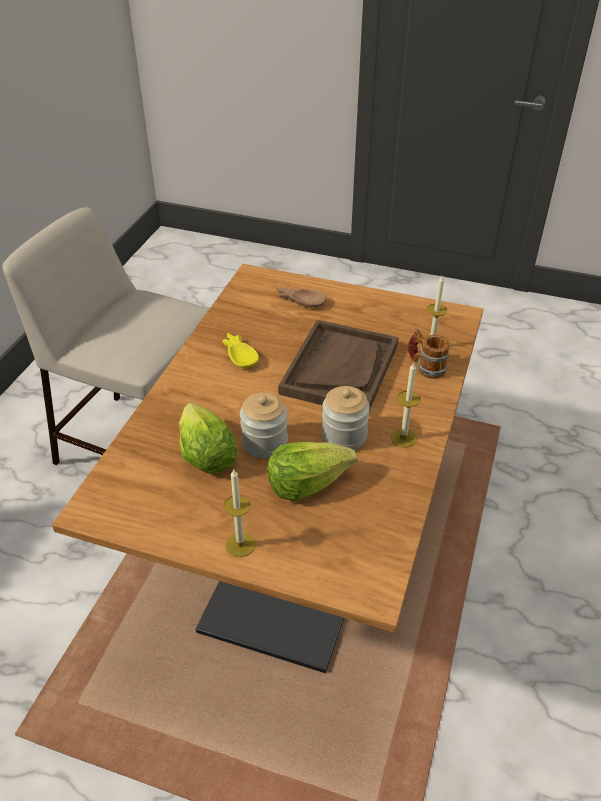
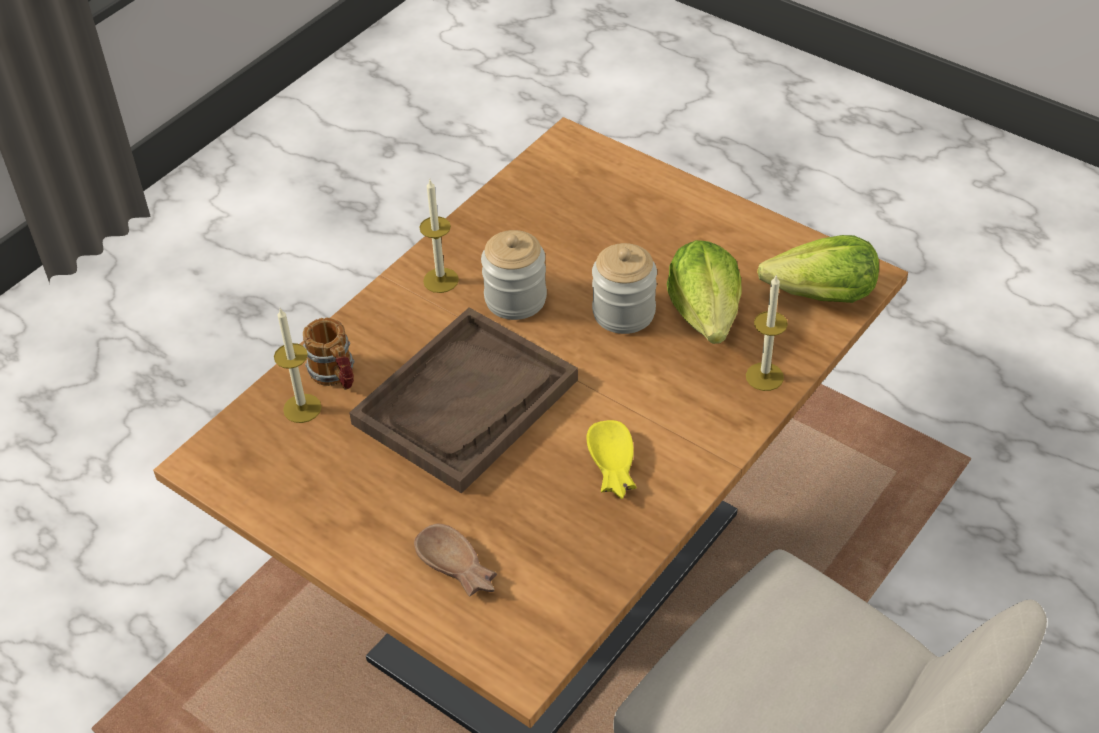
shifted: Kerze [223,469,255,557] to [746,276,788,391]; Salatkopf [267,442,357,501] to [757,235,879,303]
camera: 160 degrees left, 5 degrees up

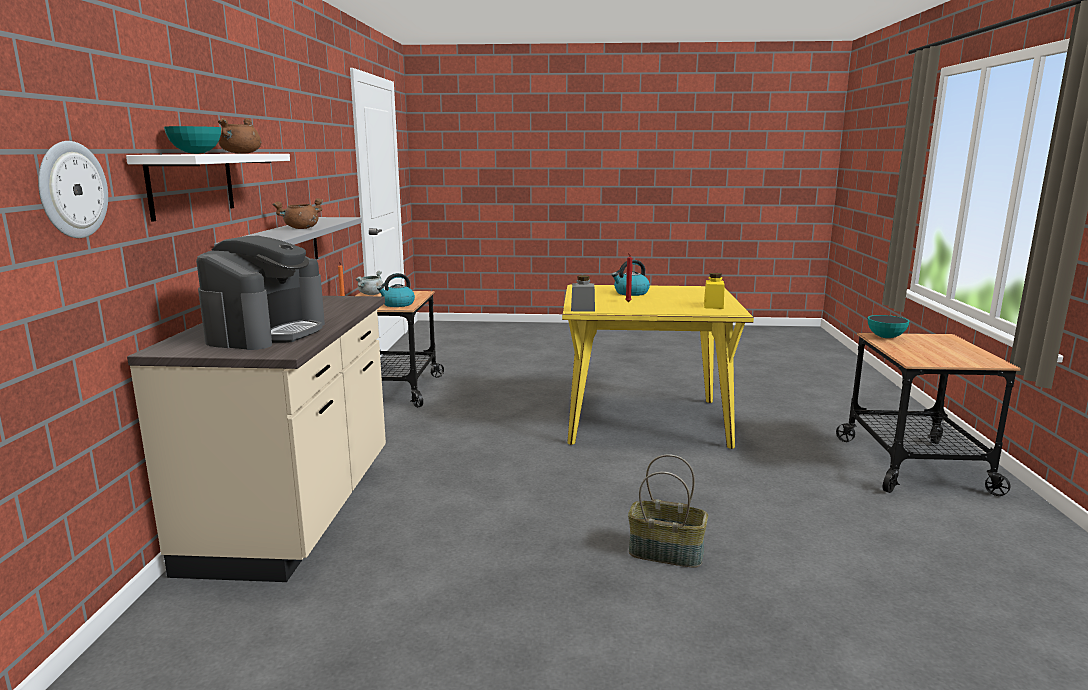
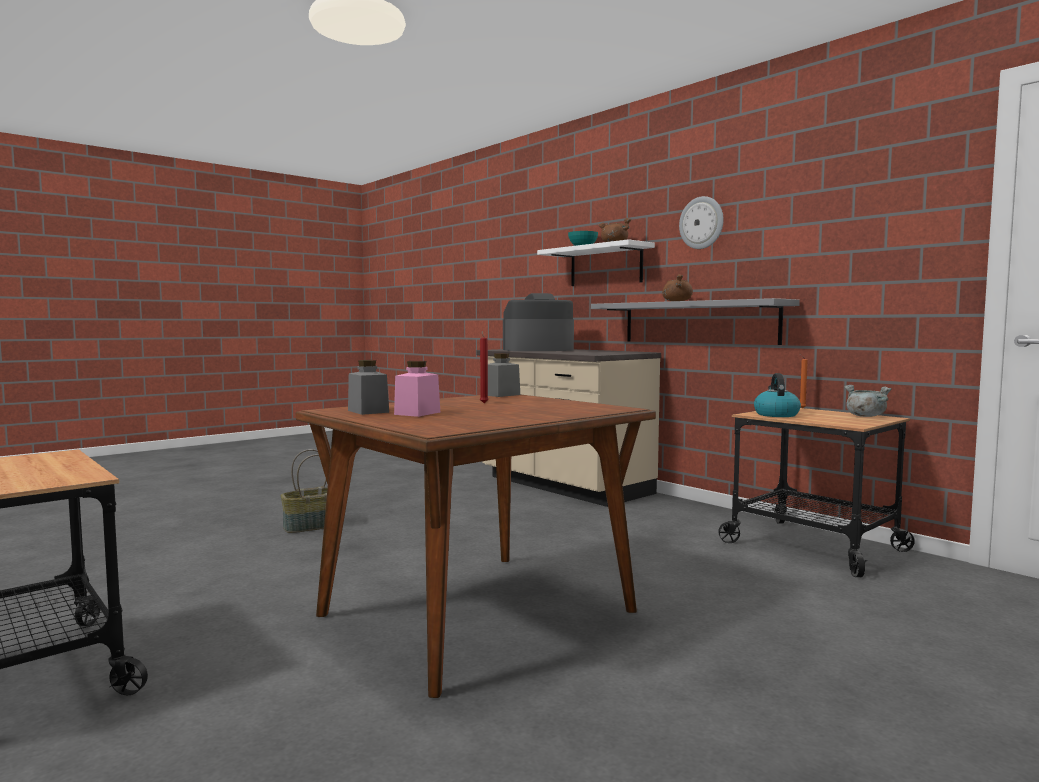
gone: Wasserkessel [612,260,650,296]; Schüssel [868,315,910,338]
new: Vorratsglas [rosa] [394,361,440,417]
shifted: Wanduhr [38,141,108,238] to [679,196,724,249]
repainted: Esstisch [gelb] [562,285,754,449] to Esstisch [braun] [296,394,656,698]; Vorratsglas [gelb] [704,273,725,309] to Vorratsglas [grau] [348,360,389,415]
rotated: Kaffeemaschine [196,235,325,350] = [503,293,574,351] 105 degrees clockwise
camera: 135 degrees right, 10 degrees down

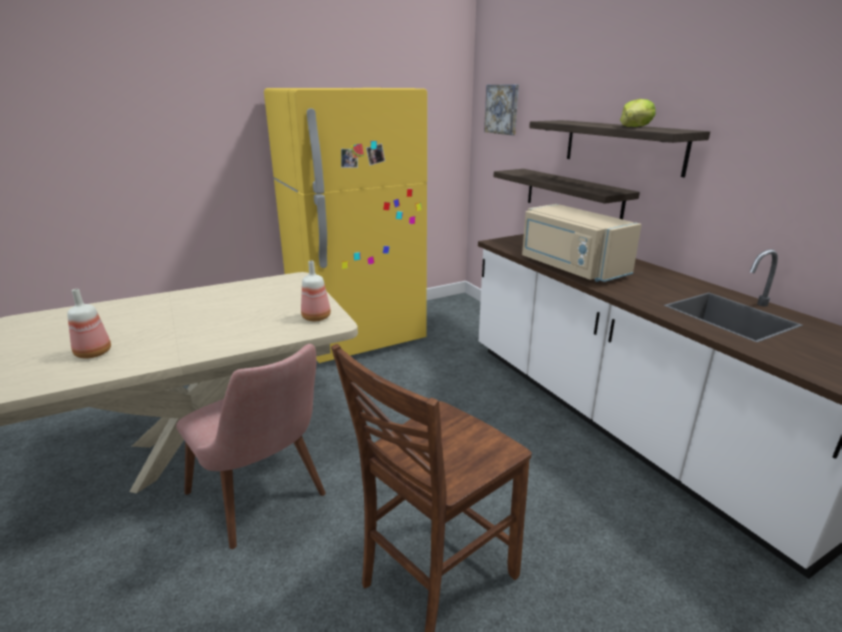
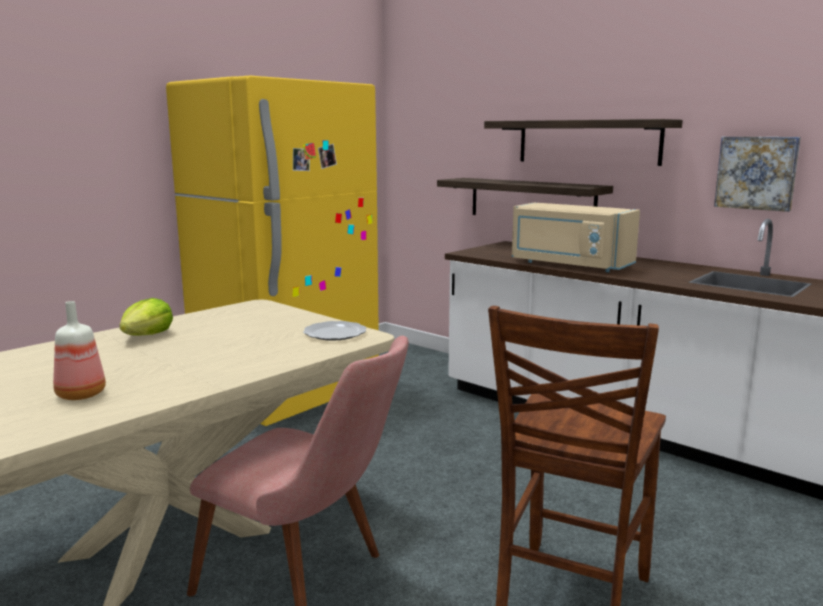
shifted: Bild [484,85,519,135] to [714,137,801,212]; Salatkopf [620,99,655,127] to [119,298,173,335]
swapped: Flasche [301,261,331,321] to Teller [303,321,366,341]
camera: 20 degrees left, 10 degrees down

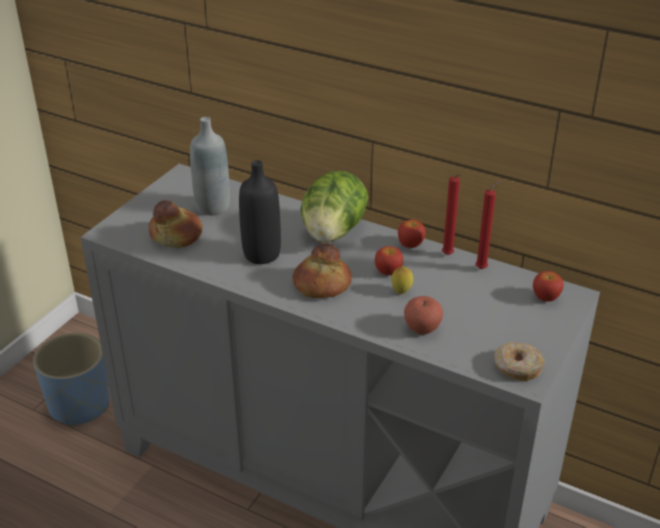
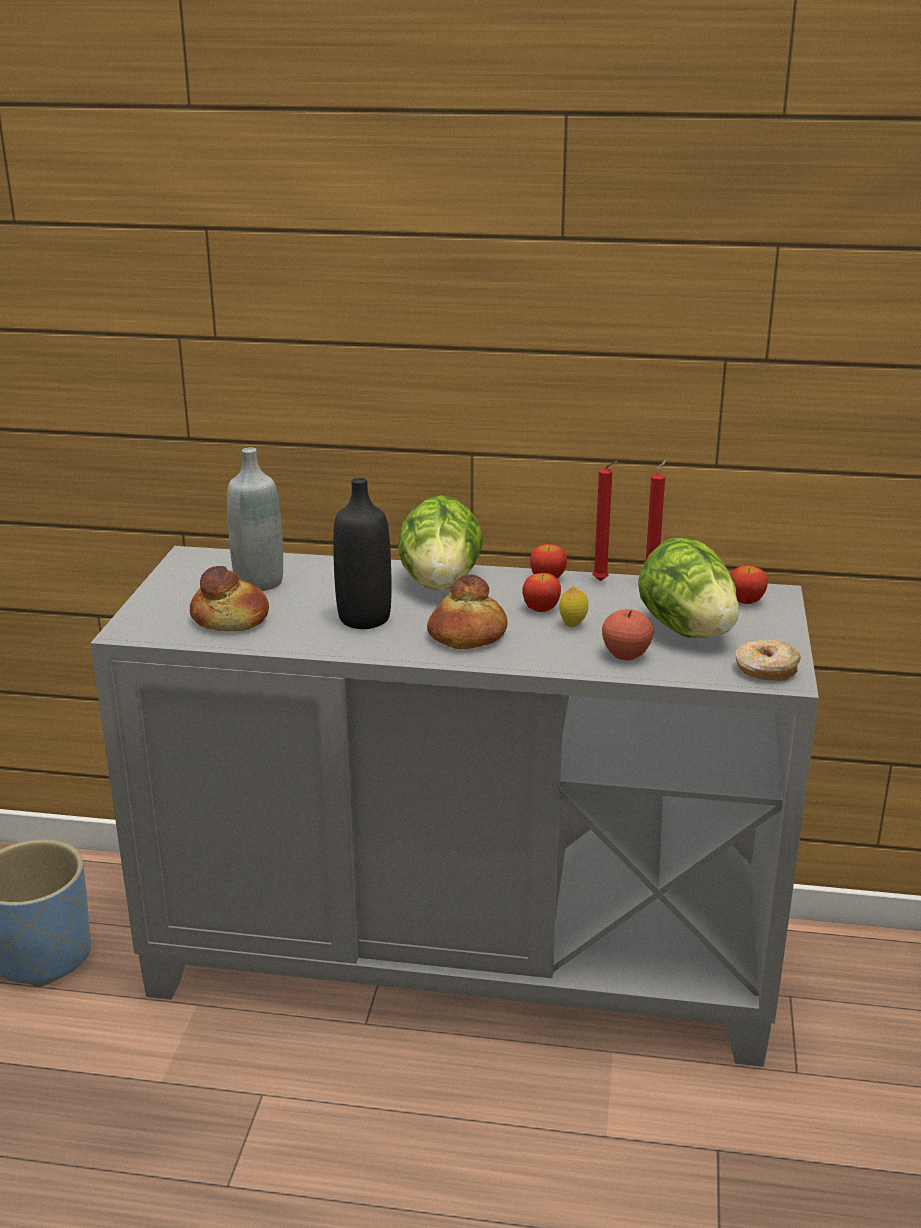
new: Salatkopf [638,538,739,638]
camera: 20 degrees left, 10 degrees down

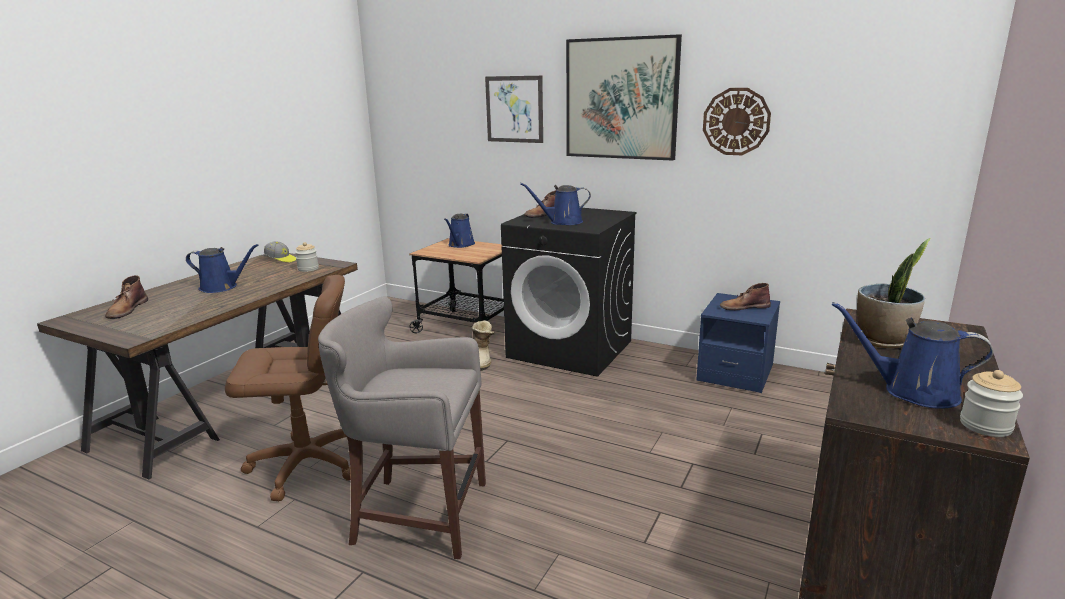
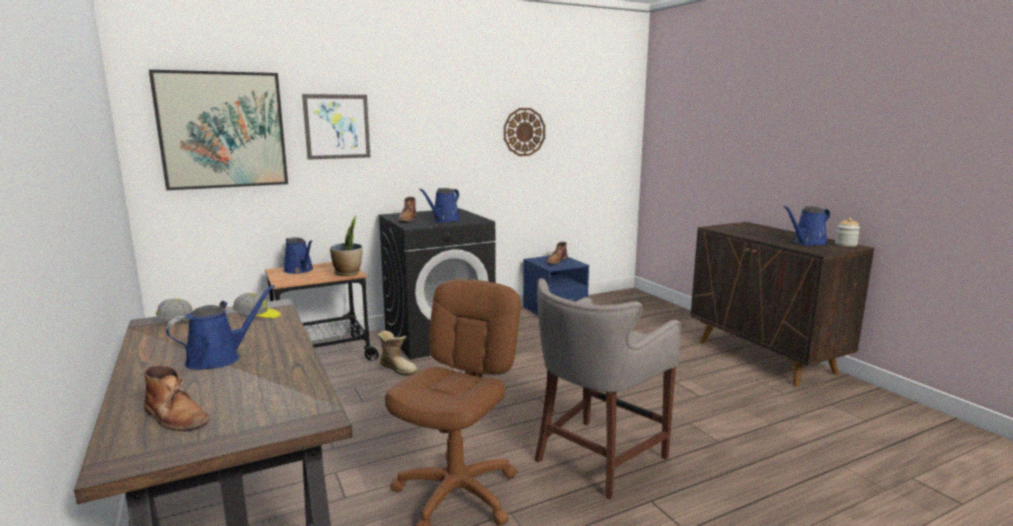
shifted: Bild [566,34,682,161] to [149,70,288,190]; Topfpflanze [857,238,931,349] to [330,215,362,276]
swapped: Vorratsglas [295,242,319,272] to Kappe [233,293,280,318]
camera: 55 degrees left, 5 degrees down

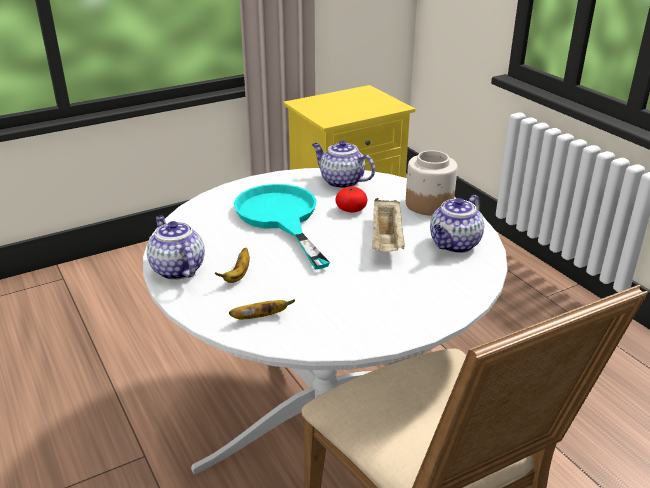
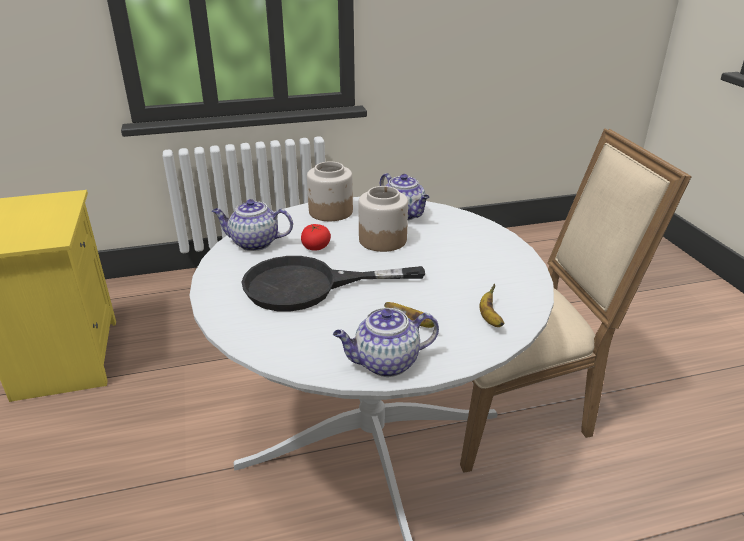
swapped: Tablett [beige] [372,198,405,252] to Vorratsglas [358,186,408,252]
repainted: Pfanne [türkis] [234,184,330,269] to Pfanne [schwarz] [241,256,425,312]
rotated: Teekanne [312,140,375,189] = [212,199,293,251] 45 degrees clockwise
camera: 75 degrees left, 0 degrees up

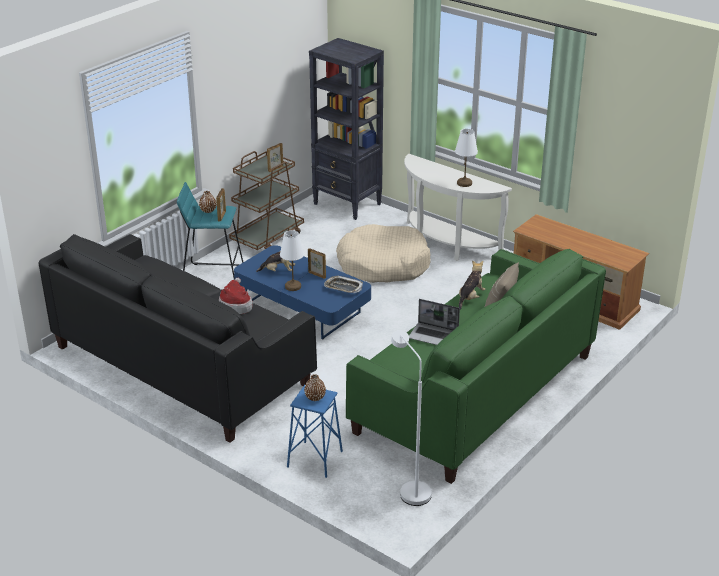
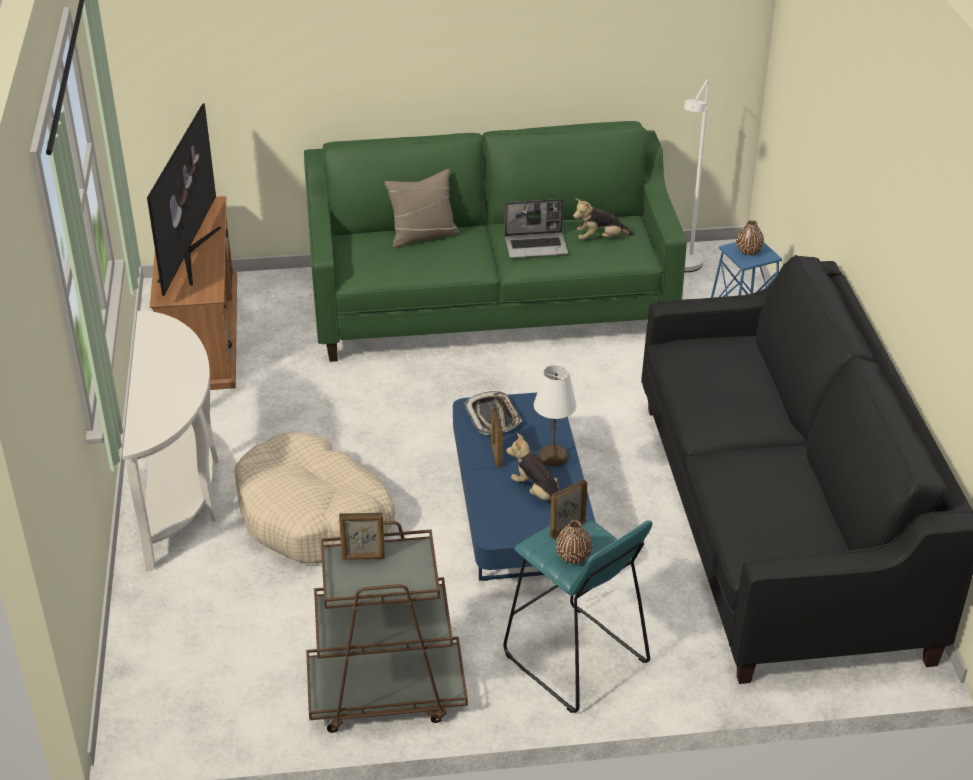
gone: Hut [219,278,253,314]; Bücherregal [schwarz] [309,38,384,220]; Tischlampe [weiß] [455,129,478,187]
new: Fernseher [147,103,221,296]
shifted: Plüschtier [459,260,485,310] to [573,198,634,240]
rotated: Laptop [409,299,460,345] = [504,199,569,258] 105 degrees clockwise
camera: 135 degrees left, 5 degrees up

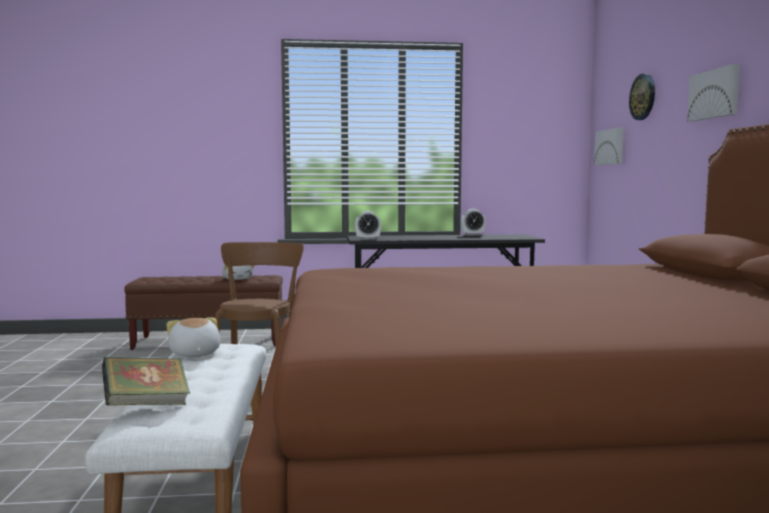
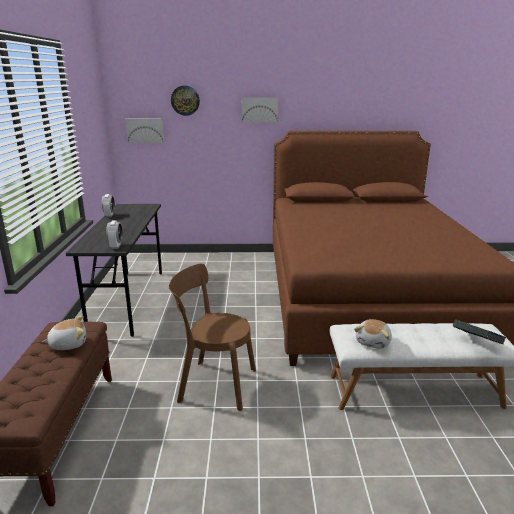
rotated: Plüschtier [166,317,221,357] = [354,319,392,349] 45 degrees counterclockwise
camera: 85 degrees left, 15 degrees up

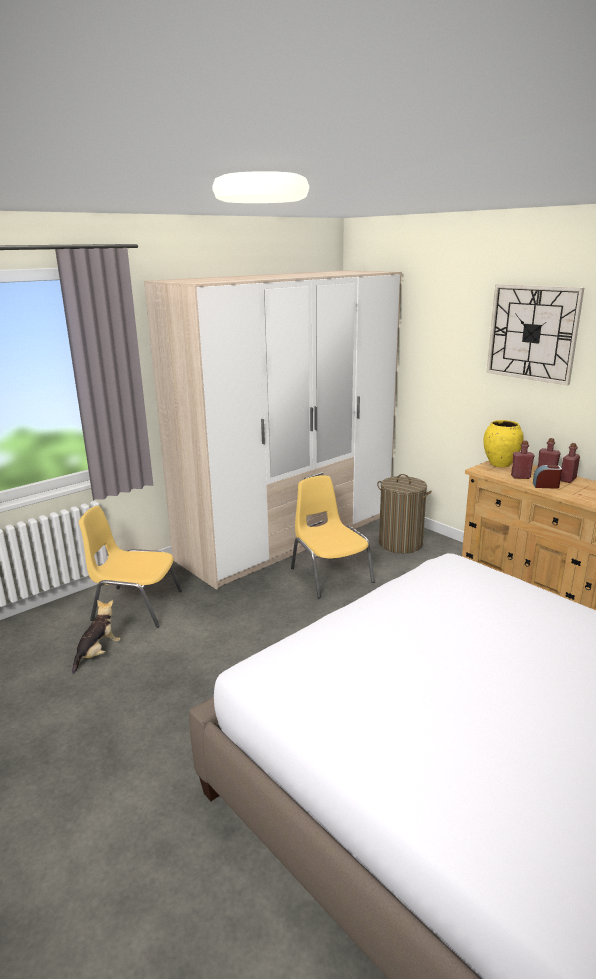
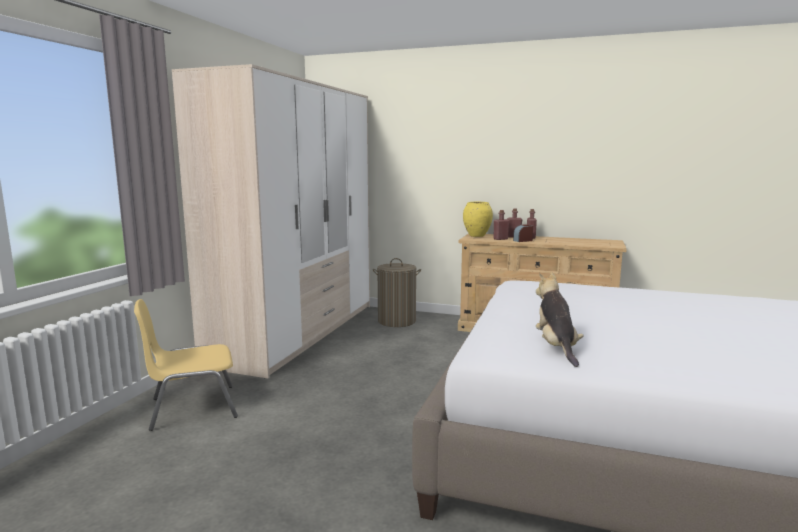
gone: Stuhl [gelb] [291,475,375,598]; Wanduhr [486,284,584,385]
shifted: Plüschtier [72,600,121,674] to [536,272,584,367]
camera: 30 degrees left, 10 degrees down

